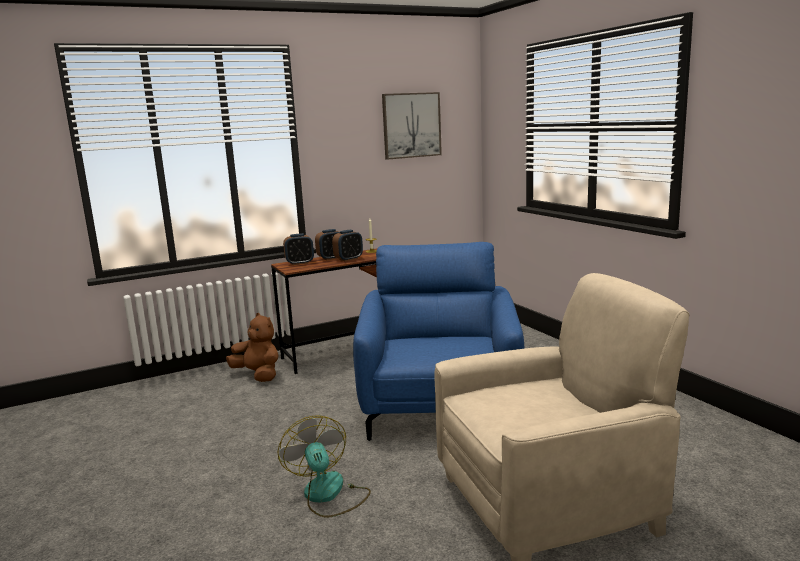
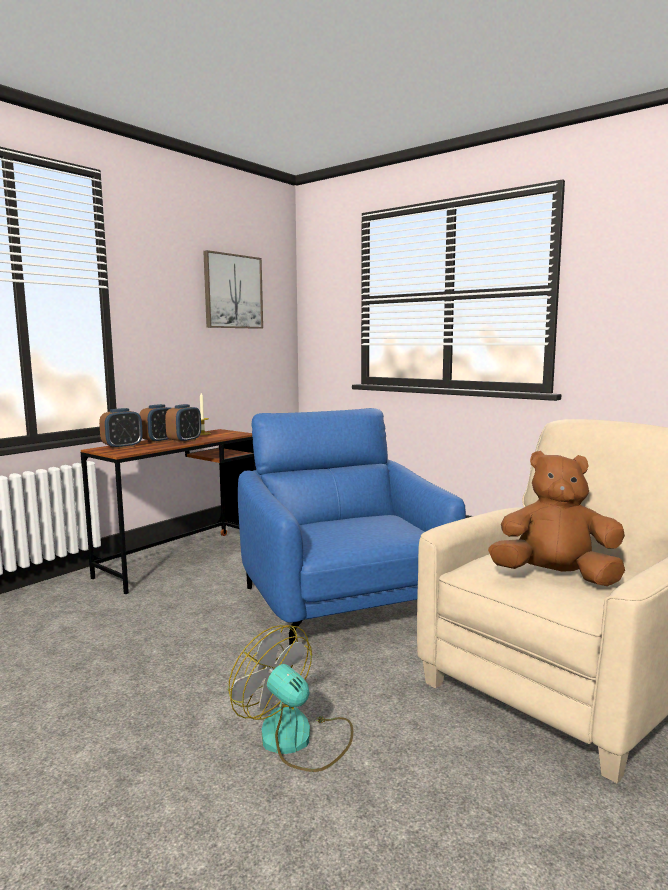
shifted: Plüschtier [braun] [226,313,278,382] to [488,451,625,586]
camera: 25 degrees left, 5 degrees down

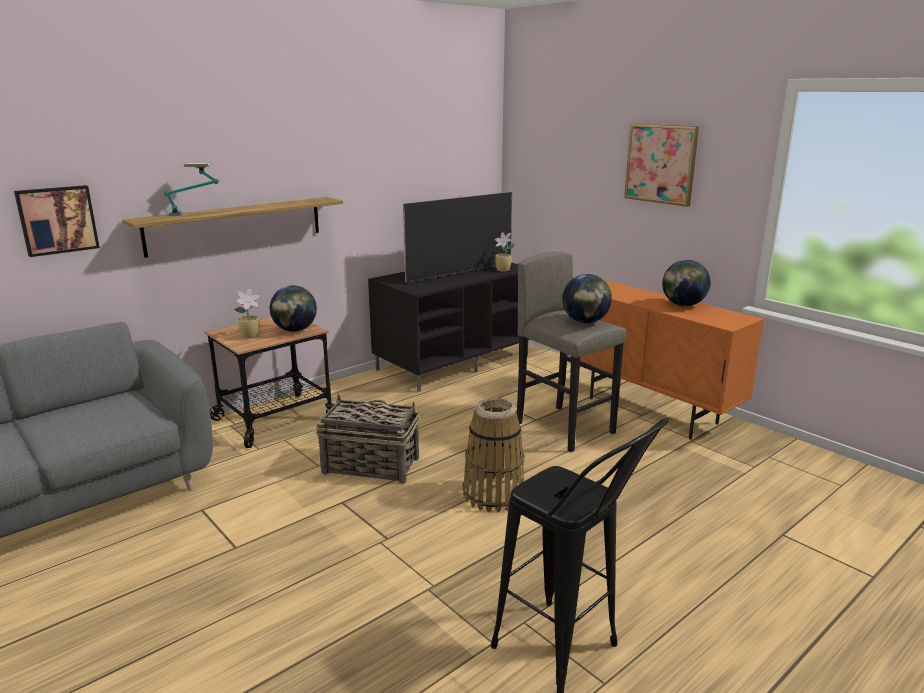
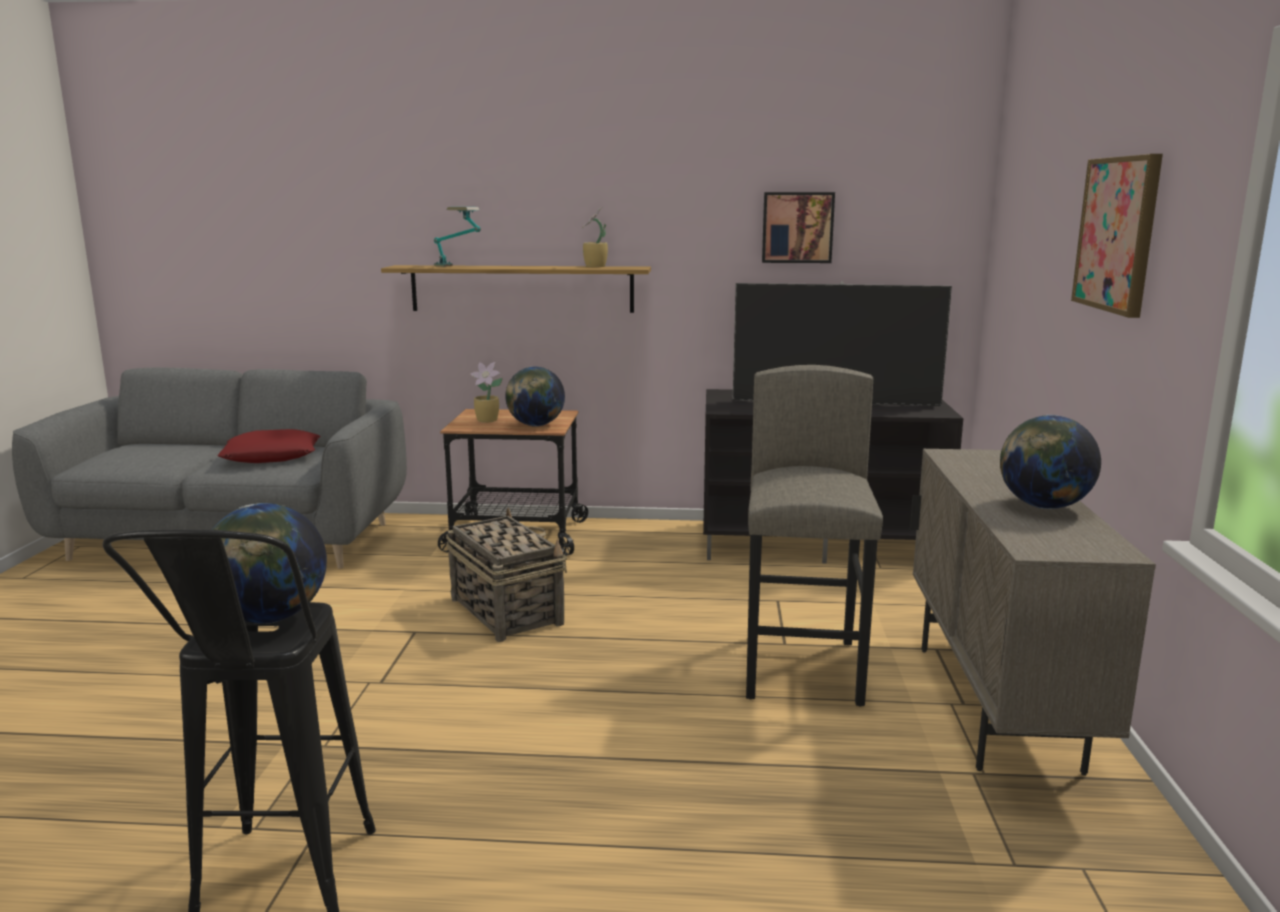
gone: Korb [463,398,524,512]
new: Kissen [rot] [217,429,320,463]
shifted: Bild [14,185,100,257] to [762,192,835,263]; Topfpflanze [495,232,515,272] to [582,207,608,267]; Globus [562,274,612,323] to [211,503,327,624]
repainted: Schrank [orange] [580,281,764,440] to Schrank [beige] [910,449,1156,776]
camera: 45 degrees right, 5 degrees down

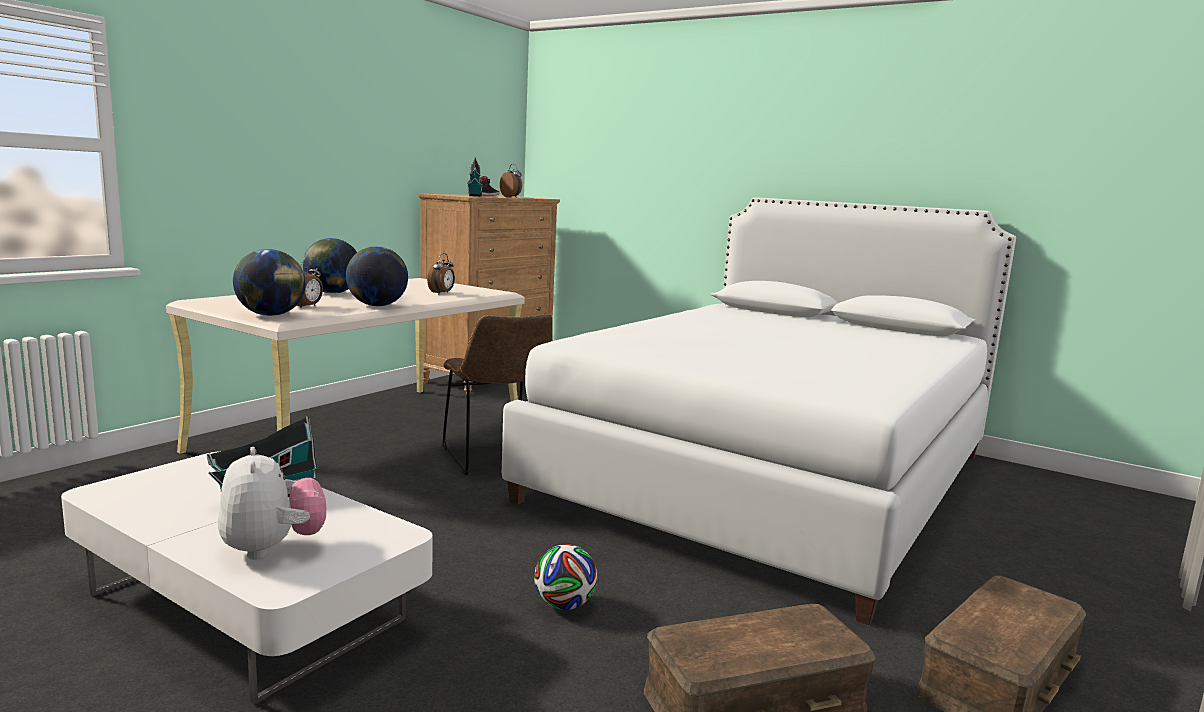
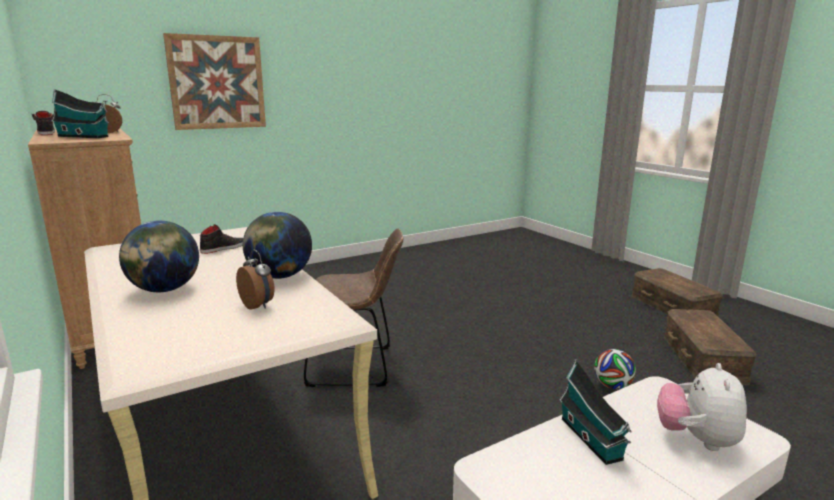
gone: Globus [233,249,305,316]; Bett [weiß] [502,197,1016,625]
new: Bild [163,33,266,130]
swapped: Wecker [427,253,455,294] to Schuh [schwarz] [200,224,243,254]
rotated: Plüschtier [218,447,326,560] = [657,363,747,451] 75 degrees counterclockwise
camera: 65 degrees left, 5 degrees up

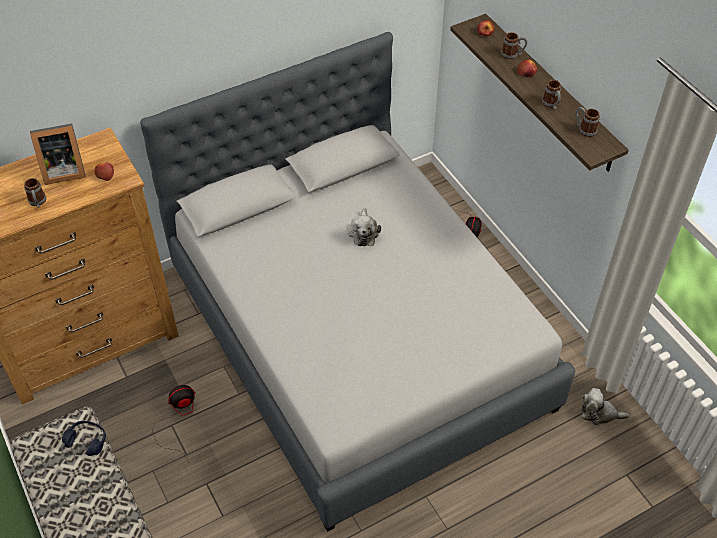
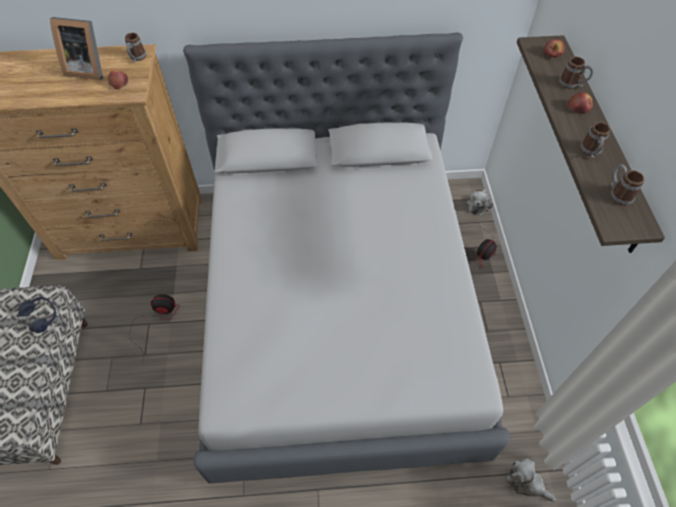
shifted: Henkelbecher [24,178,46,208] to [125,33,146,62]; Plüschtier [349,208,381,246] to [467,187,493,216]
camera: 25 degrees right, 5 degrees up

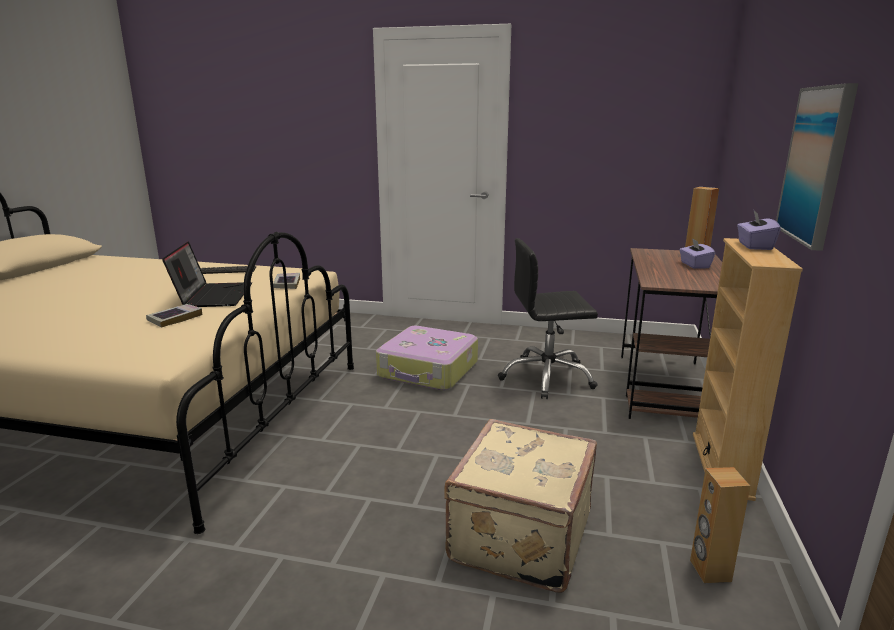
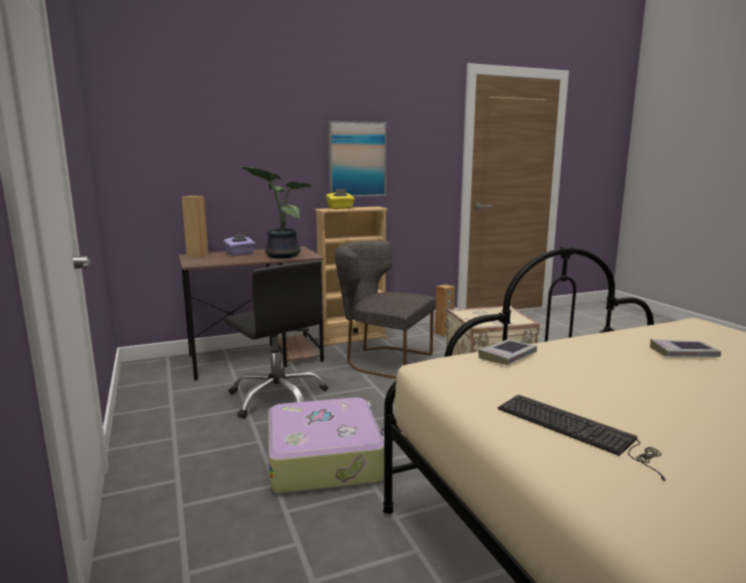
gone: Laptop [162,241,252,307]
new: Topfpflanze [240,166,313,259]; Stuhl [grau] [335,241,436,379]
repainted: Taschentuchbox [lila] [737,211,781,250] to Taschentuchbox [gelb] [326,189,355,209]
camera: 125 degrees left, 5 degrees down

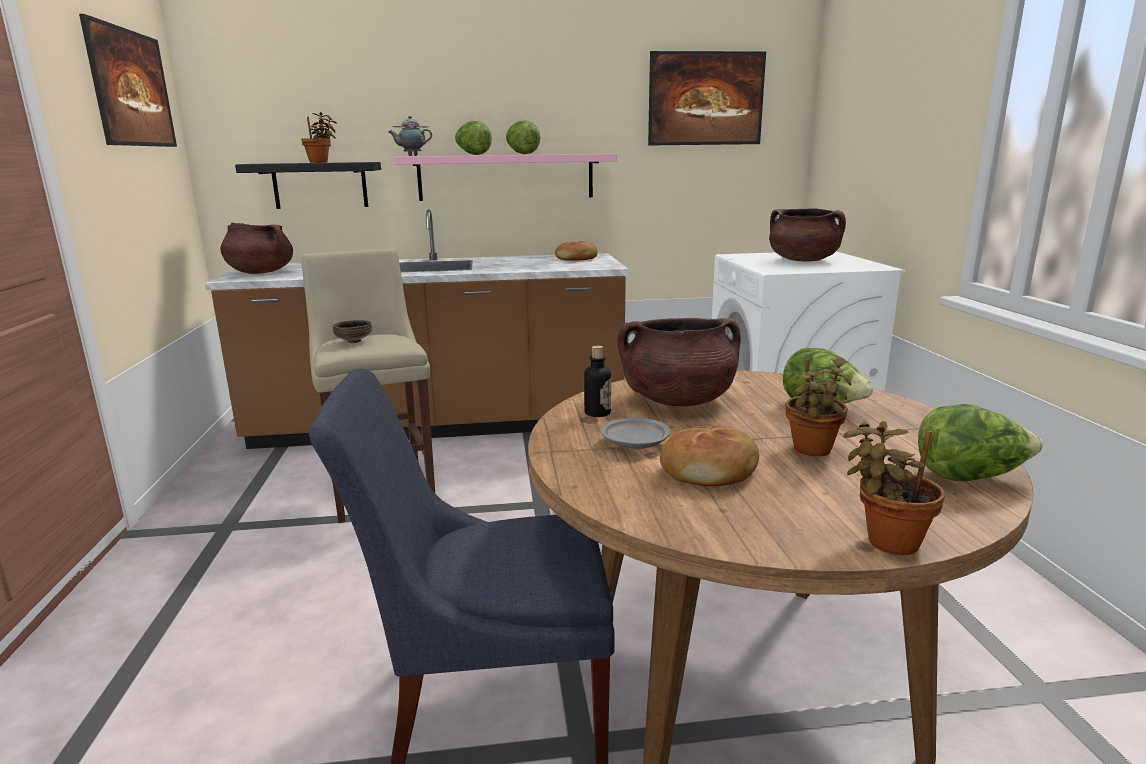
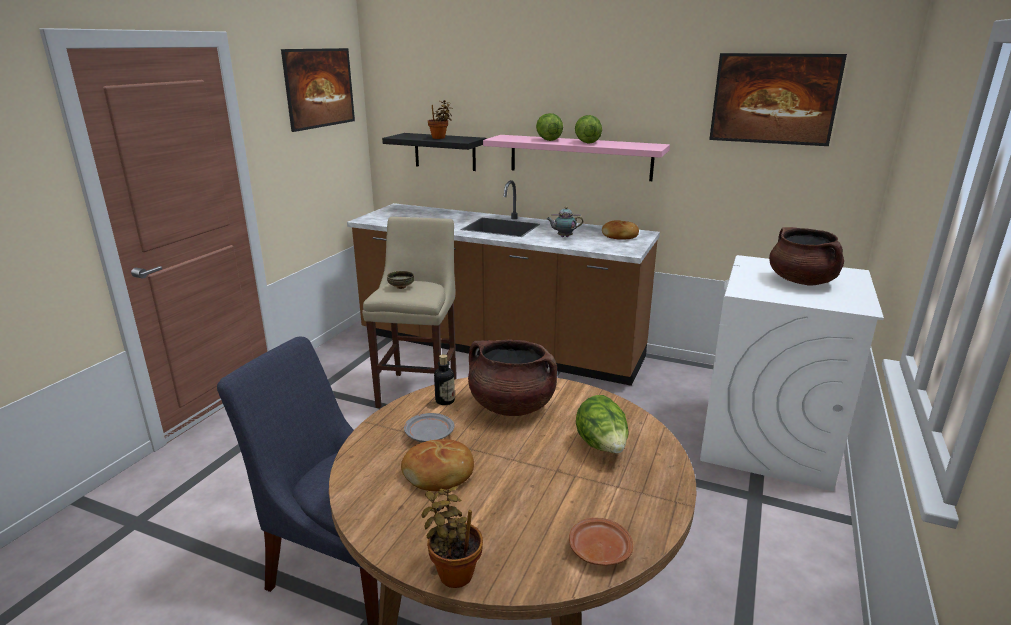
gone: Kochtopf [braun] [220,223,293,274]; Topfpflanze [785,357,851,456]
shifted: Teekanne [388,116,432,156] to [547,207,583,237]
swapped: Salatkopf [918,404,1043,482] to Teller [braun] [569,518,633,566]
camera: 30 degrees right, 5 degrees up

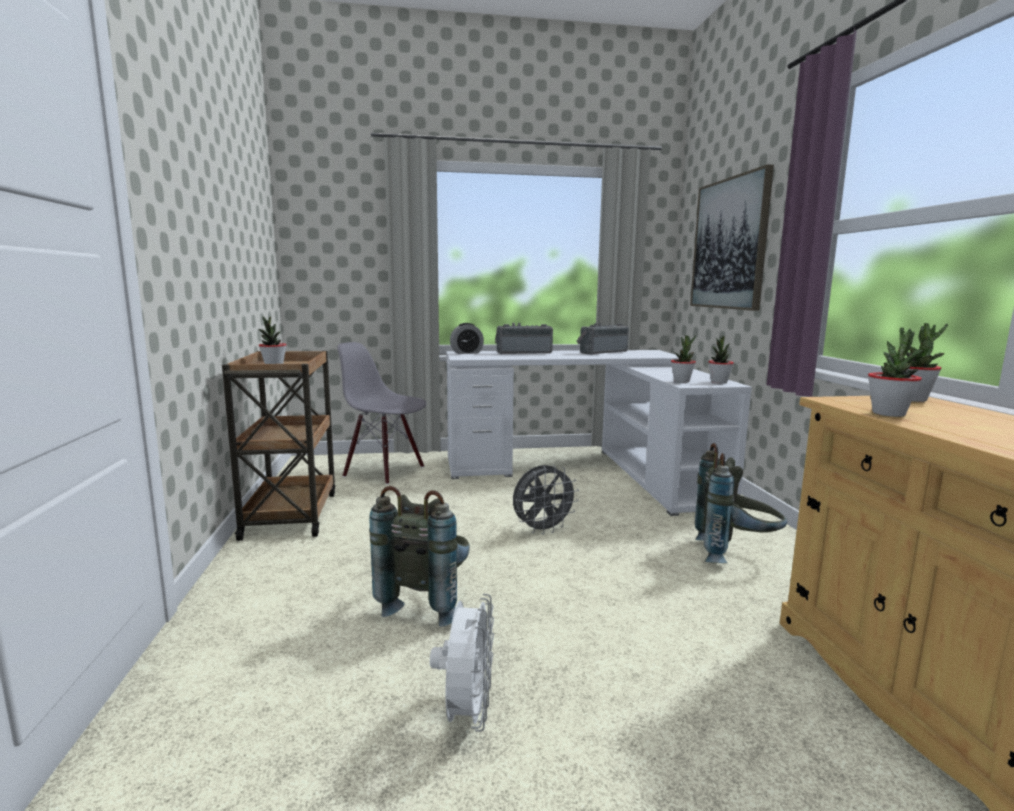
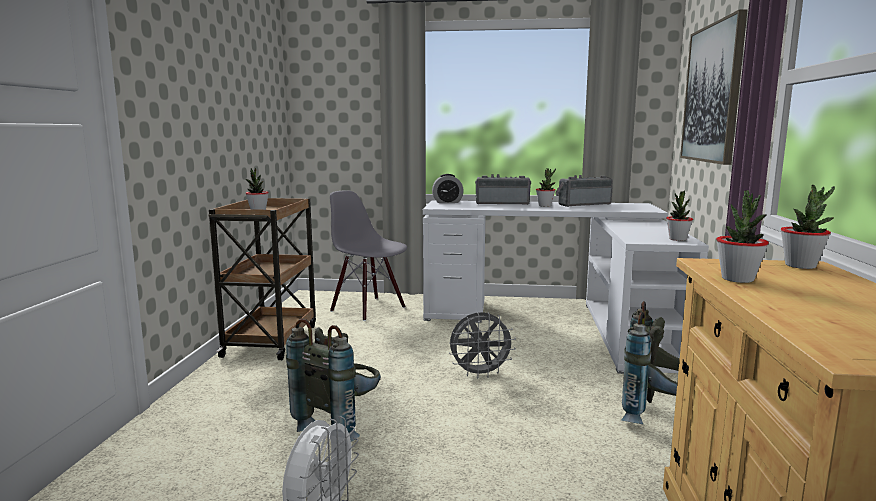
shifted: Topfpflanze [671,335,696,383] to [536,168,556,207]
camera: 15 degrees right, 0 degrees up

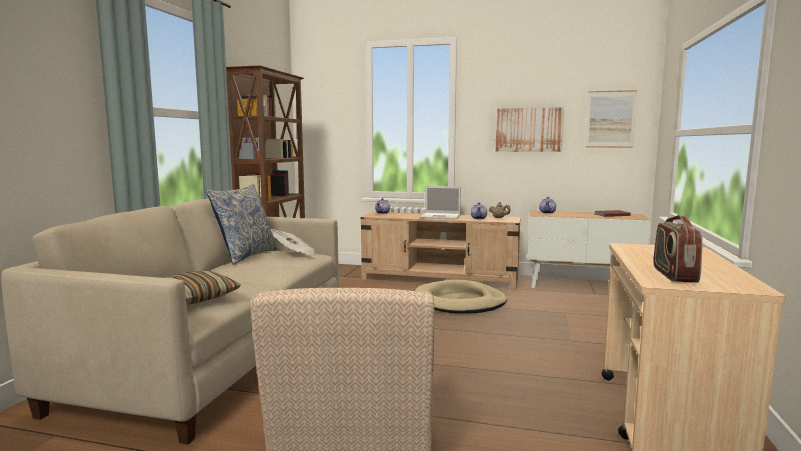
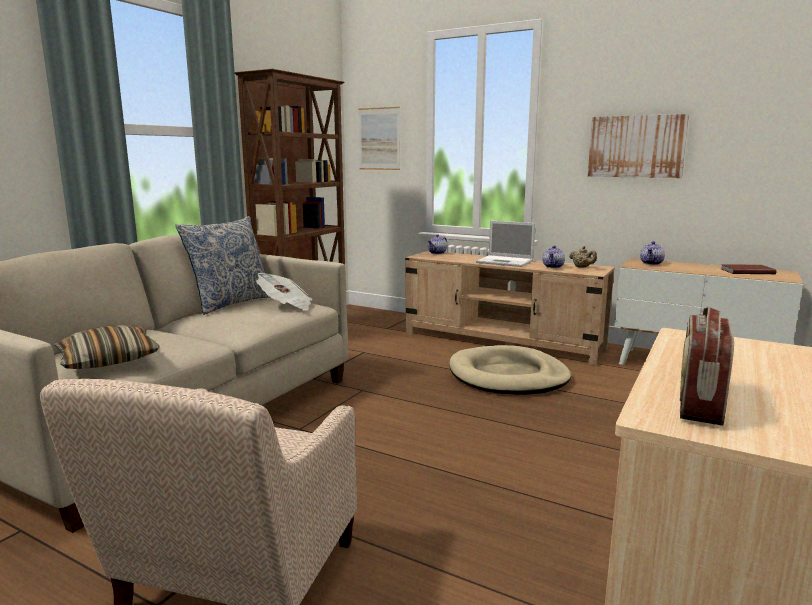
shifted: Bild [586,90,637,148] to [358,107,400,170]
camera: 15 degrees right, 5 degrees up

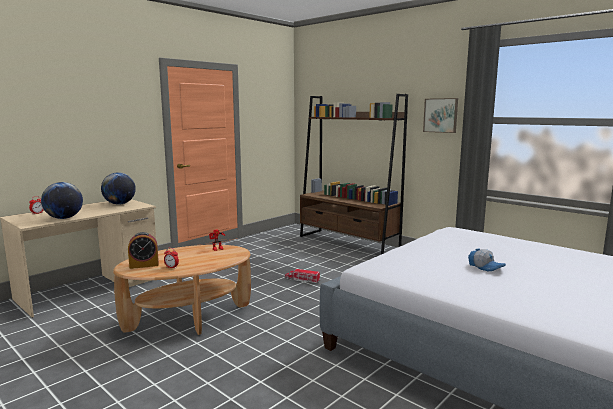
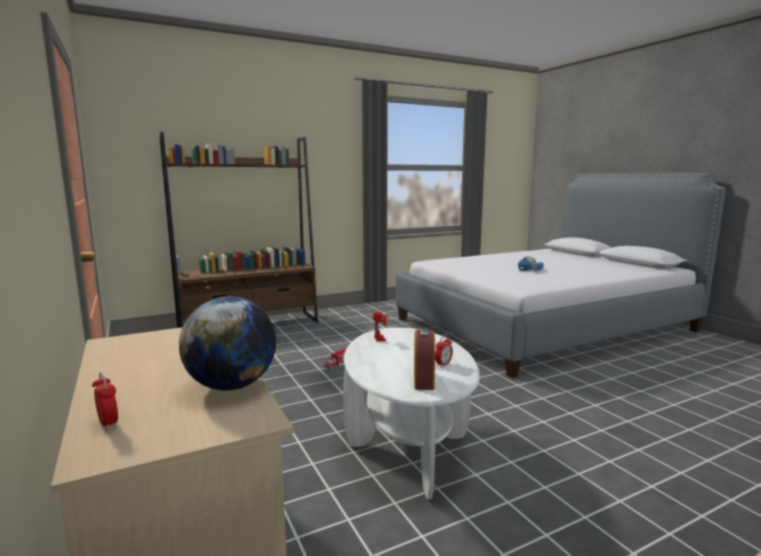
gone: Globus [101,172,136,205]; Bild [423,98,458,133]
repainted: Couchtisch [braun] [113,245,251,335] to Couchtisch [weiß] [343,327,480,499]
camera: 70 degrees left, 0 degrees up

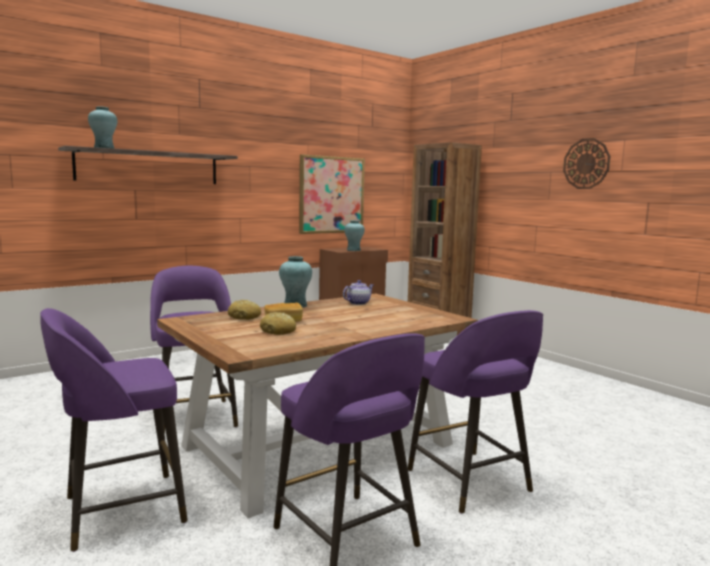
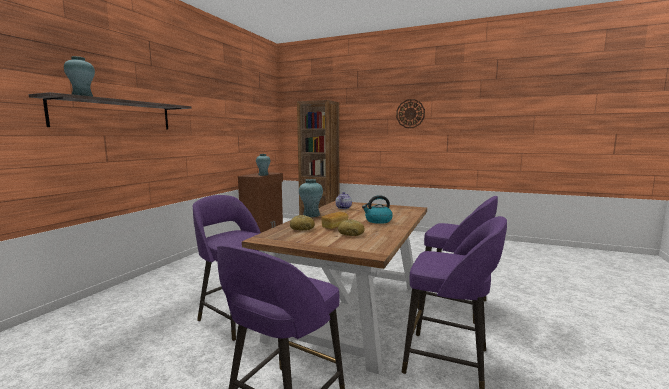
gone: Bild [299,154,365,234]
new: Wasserkessel [362,195,393,224]
camera: 30 degrees left, 0 degrees up

